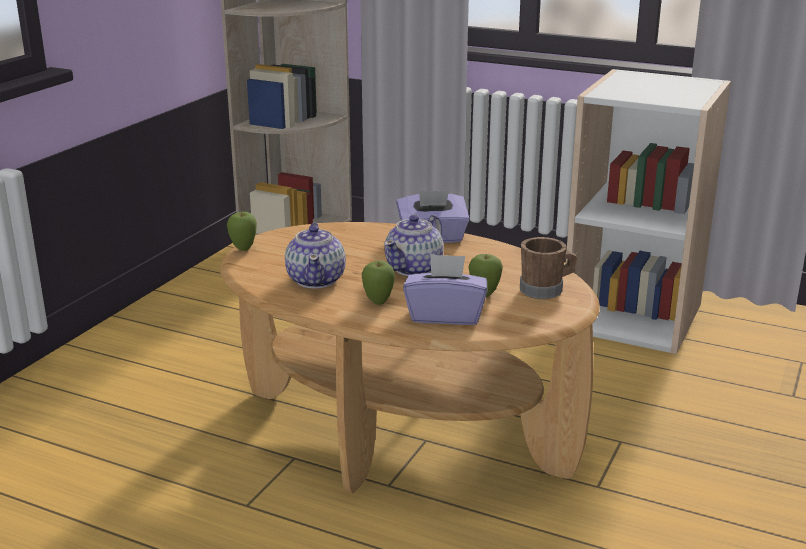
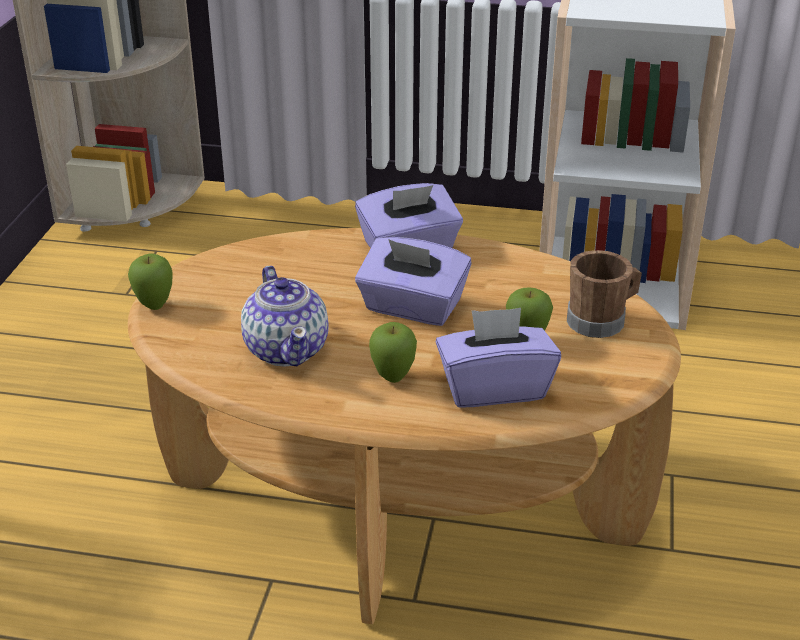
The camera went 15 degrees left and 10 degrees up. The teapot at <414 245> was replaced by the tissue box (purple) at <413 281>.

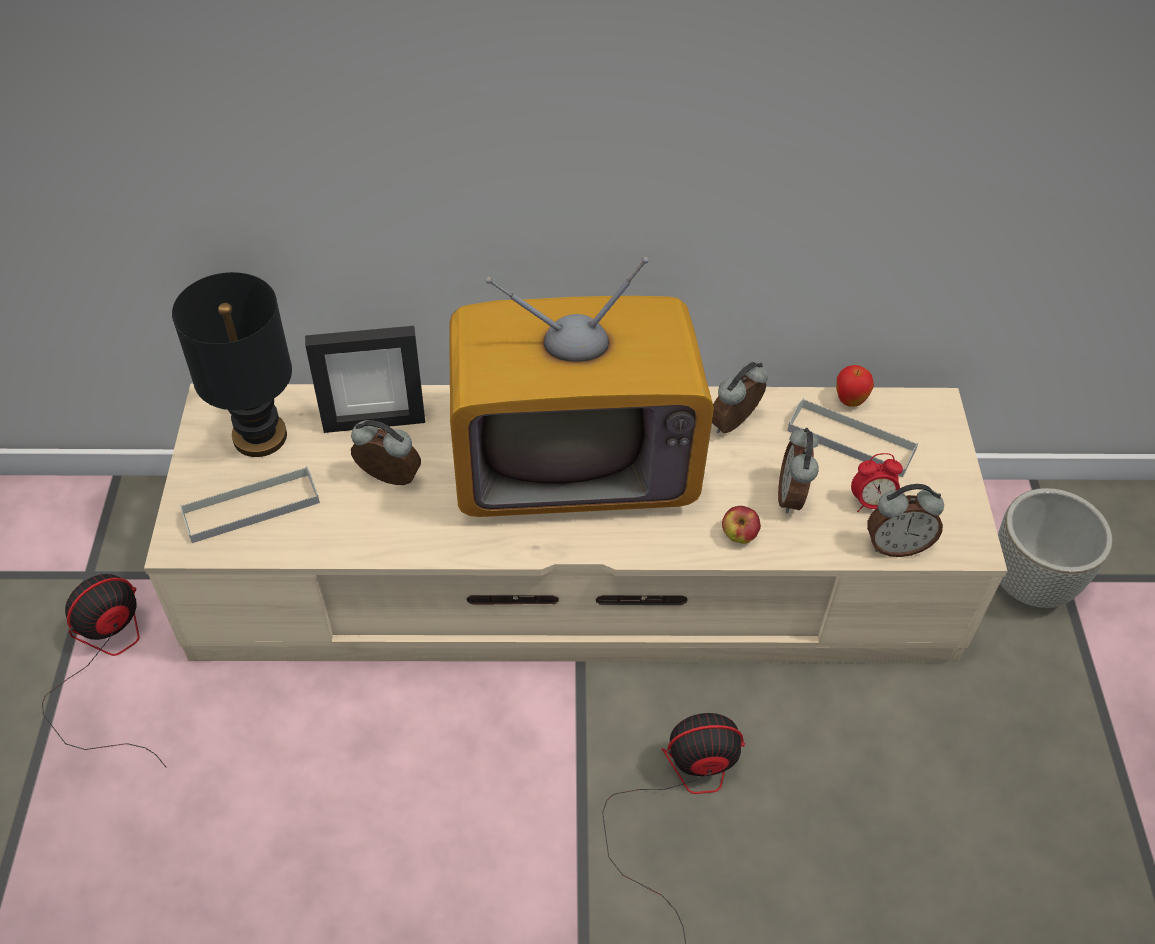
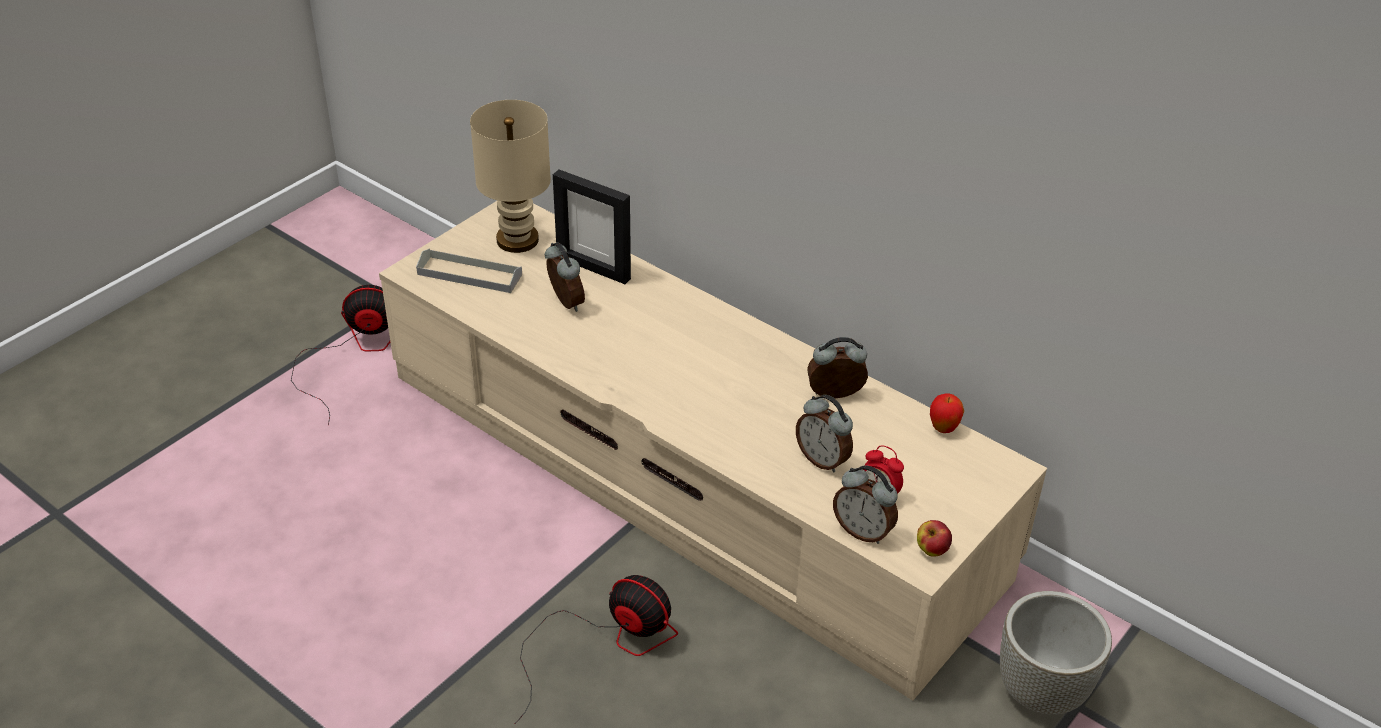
The camera went 40 degrees right and 10 degrees down. The table lamp (black) at <232 364> became the table lamp (beige) at <510 176>. The alarm clock at <798 470> turned 90 degrees counterclockwise. The apple moved from <741 525> to <934 538>. The television at <581 387> disappeared. The tray (grey) at <852 437> disappeared.

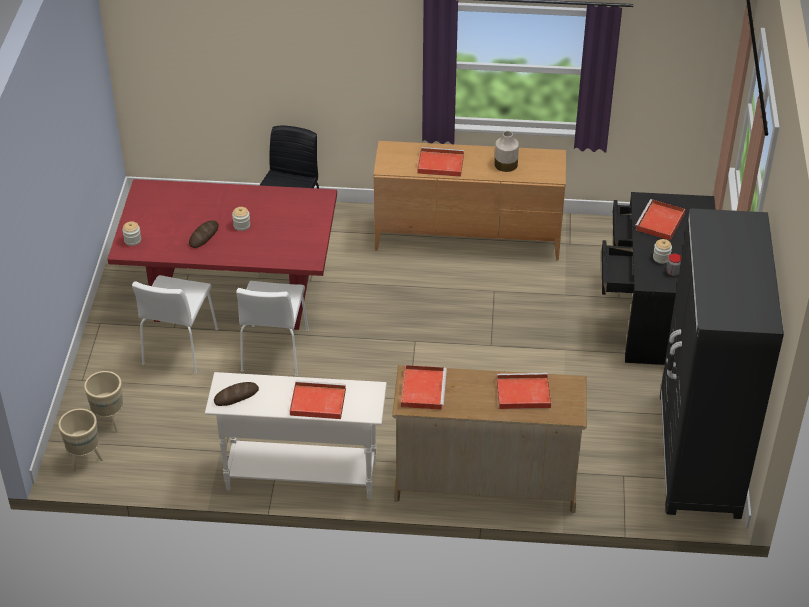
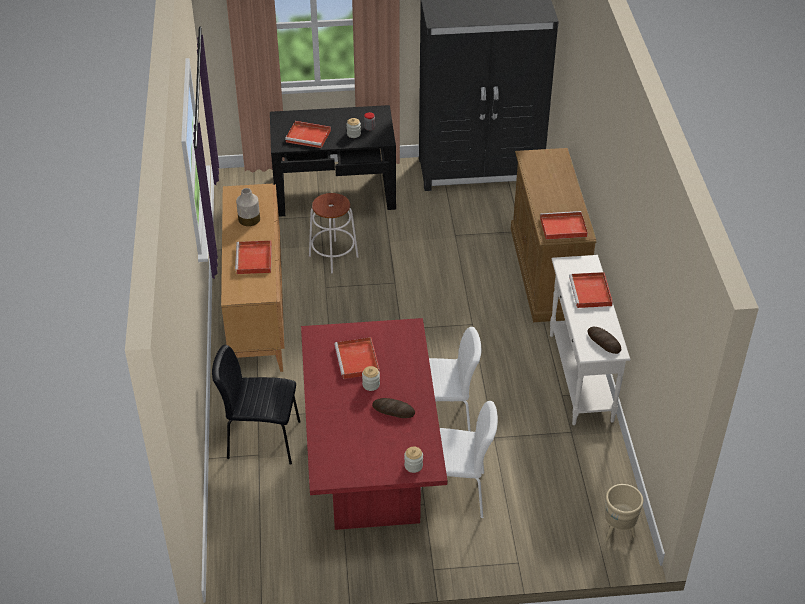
The camera went 100 degrees left and 0 degrees up. The stool (white) at <334 233> appeared. The tray (red) moved from <524 391> to <357 358>. The planter (beige) at <103 402> disappeared.

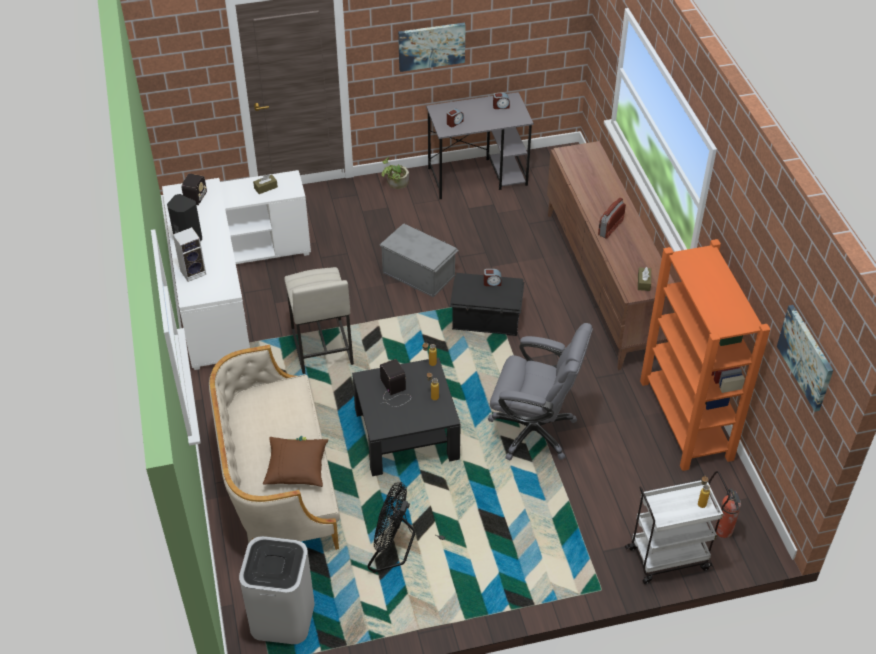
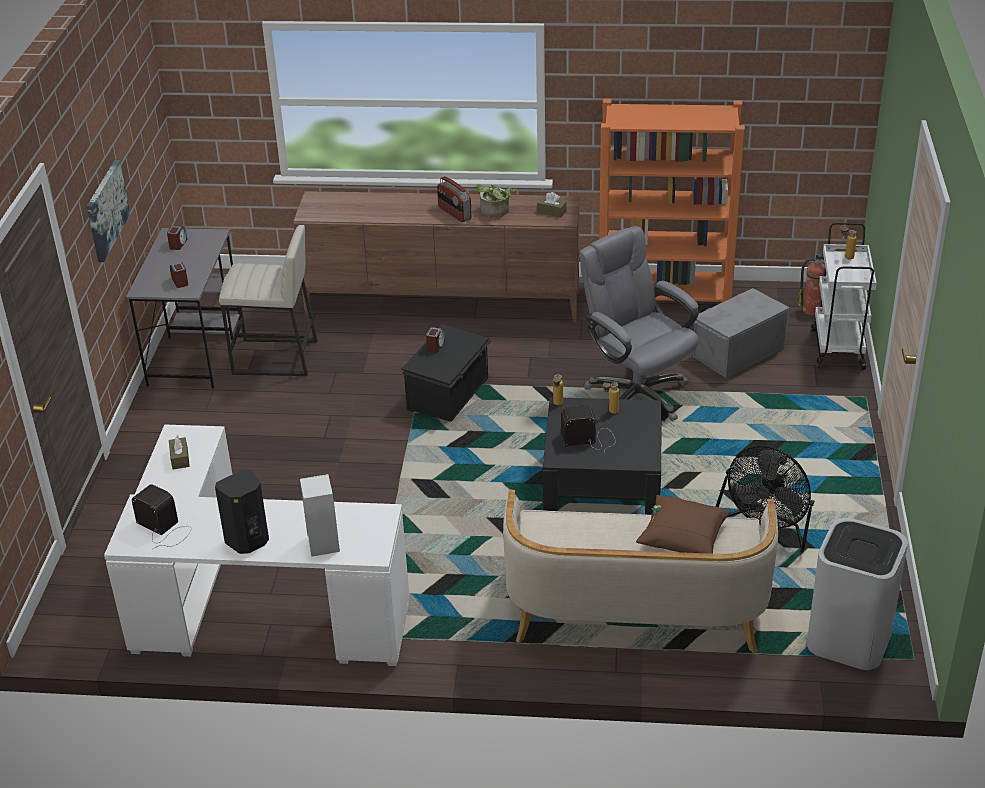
The camera went 70 degrees left and 10 degrees down. The stool (beige) moved from <319 320> to <268 300>. The potted plant moved from <395 173> to <495 201>. The office chair (grey) at <540 392> turned 75 degrees counterclockwise. The storage box (grey) moved from <419 260> to <741 333>. The picture at <805 358> disappeared.

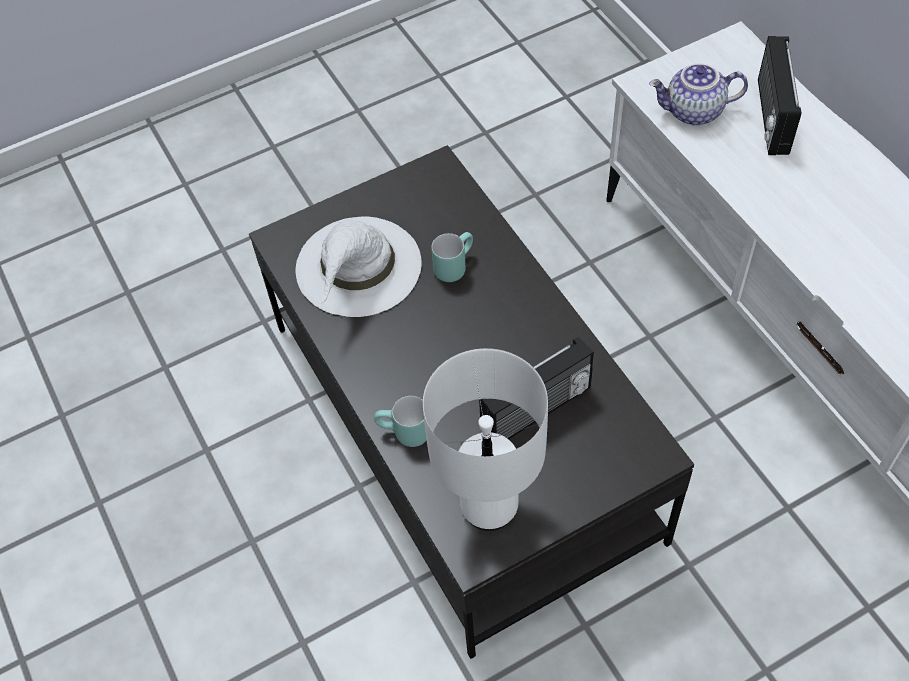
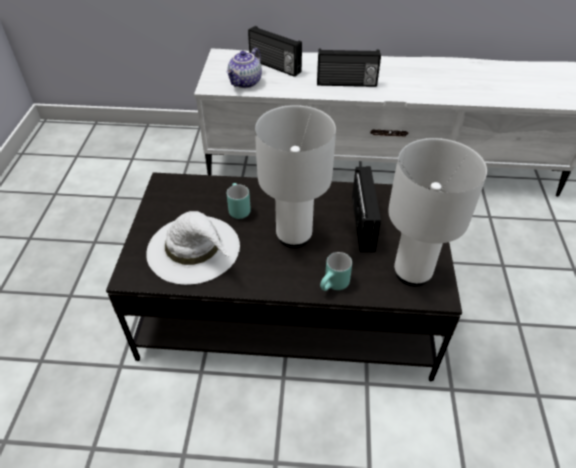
The camera went 60 degrees left and 10 degrees down. The table lamp (white) at <295 176> appeared. The radio at <349 67> appeared.

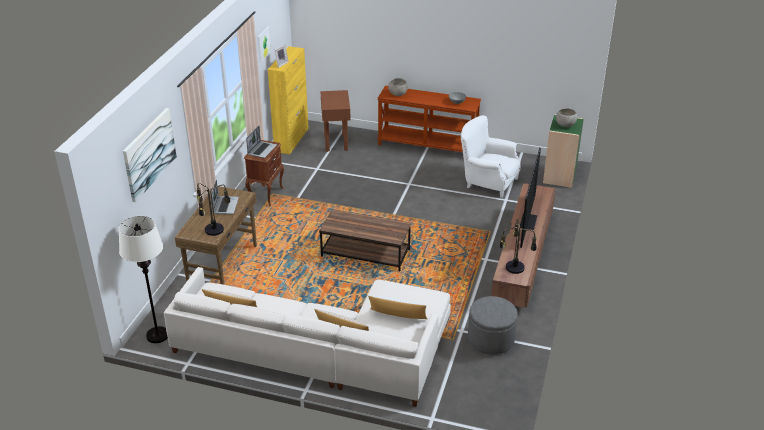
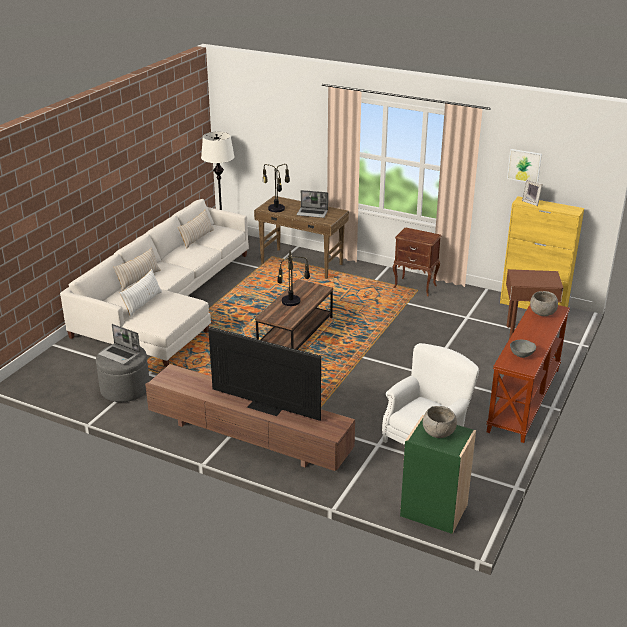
The camera went 100 degrees right and 5 degrees down. The laptop moved from <261 142> to <119 344>. The table lamp moved from <518 246> to <293 278>. The picture at <150 155> disappeared.

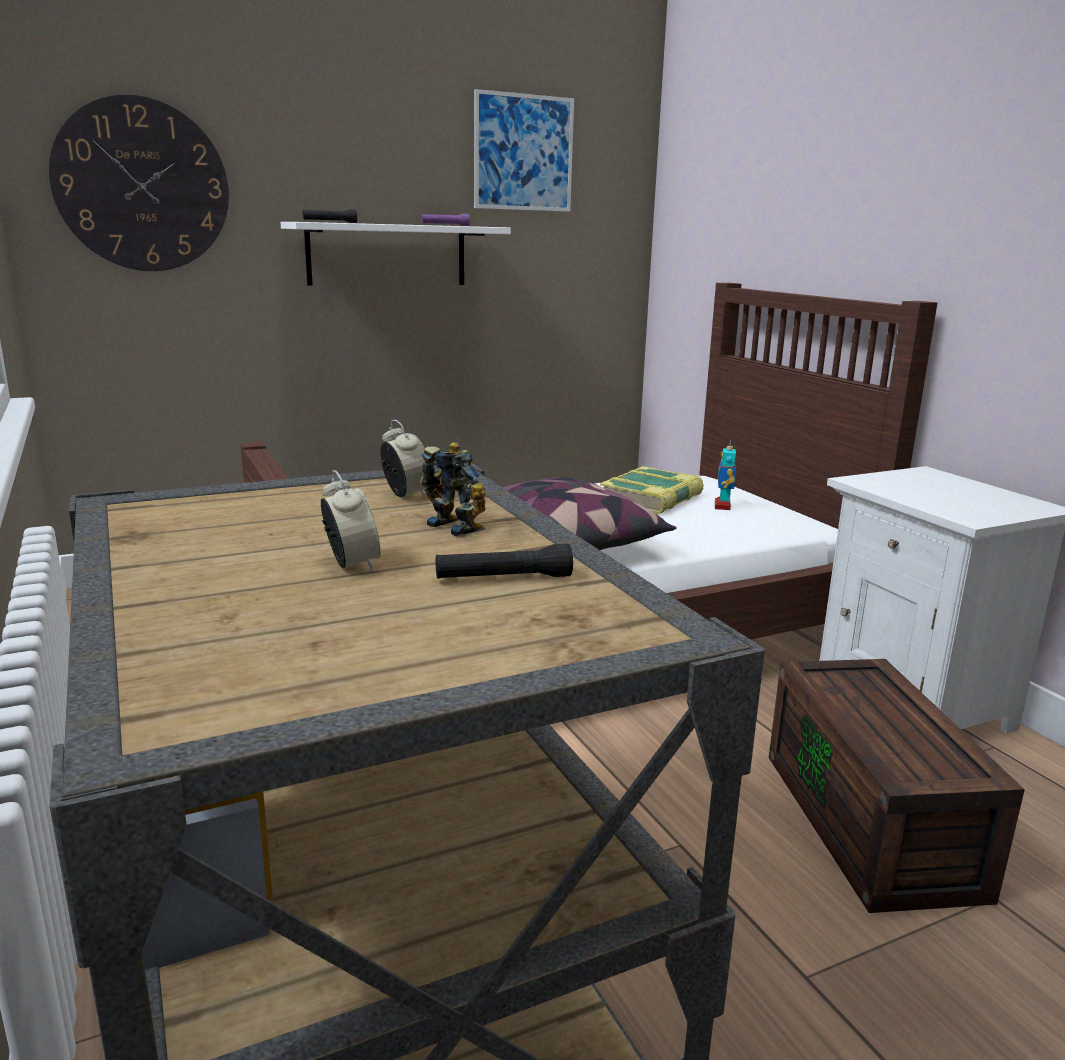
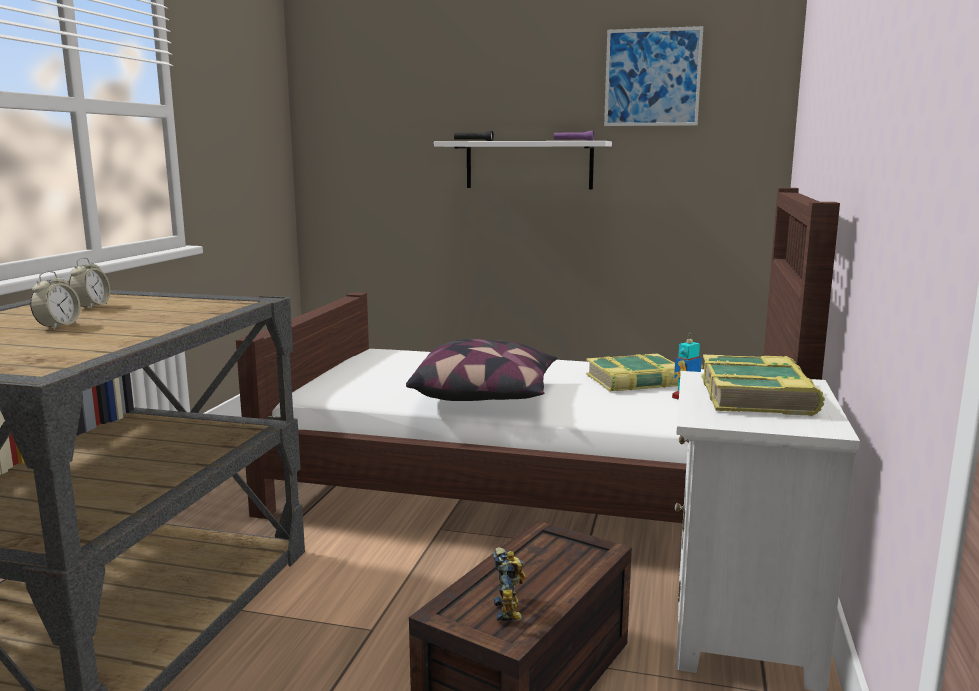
The camera went 40 degrees right and 5 degrees down. The alarm clock moved from <403 459> to <89 283>. The toy robot moved from <453 489> to <509 584>. The book at <763 385> appeared. The wall clock at <139 182> disappeared. The flashlight (black) at <504 561> disappeared.

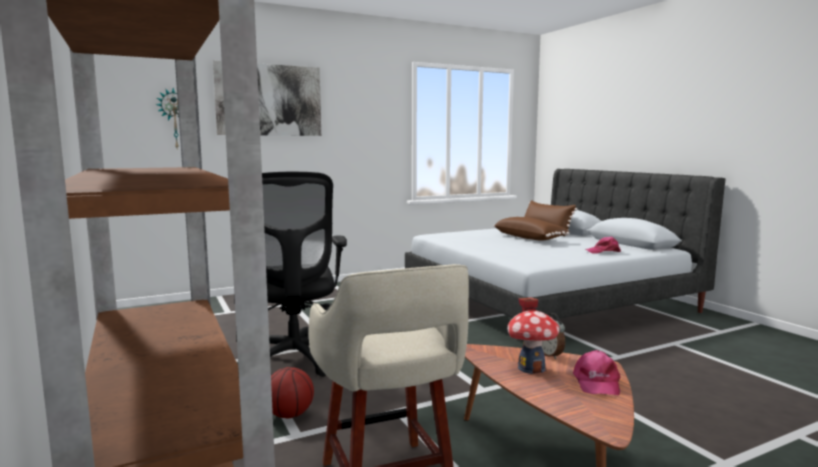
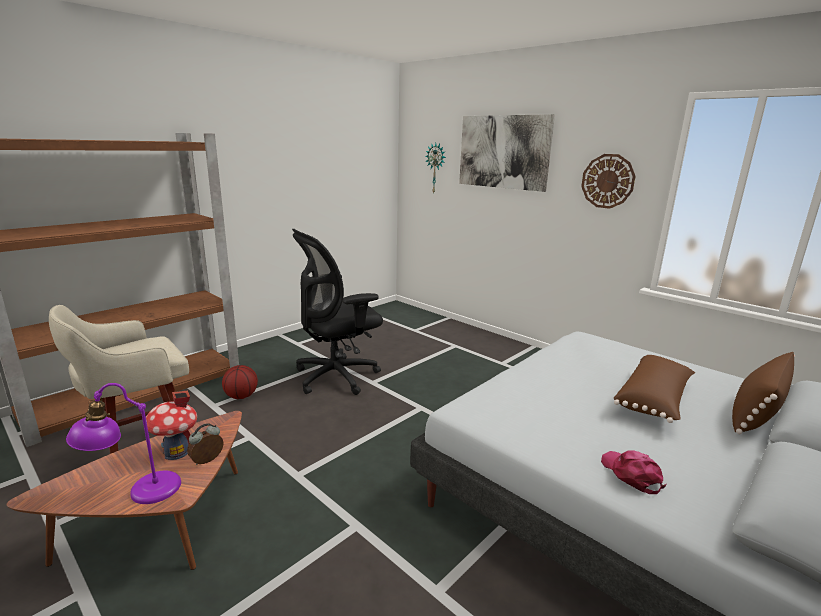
The camera went 70 degrees right and 10 degrees up. The cap (pink) at <596 372> was replaced by the table lamp (purple) at <123 443>. The wall clock at <608 181> appeared.

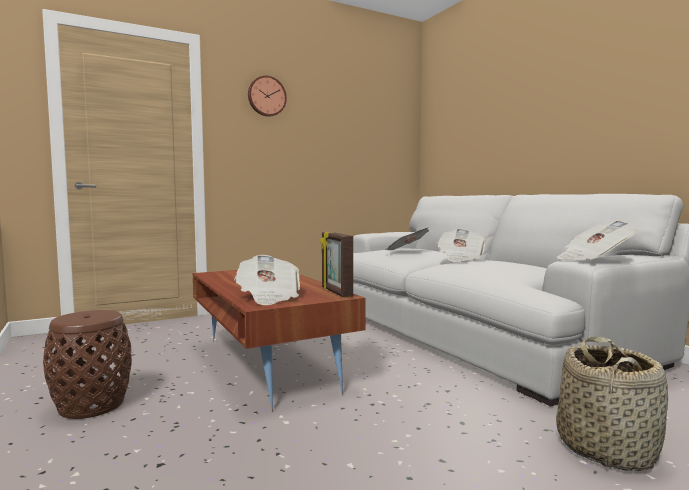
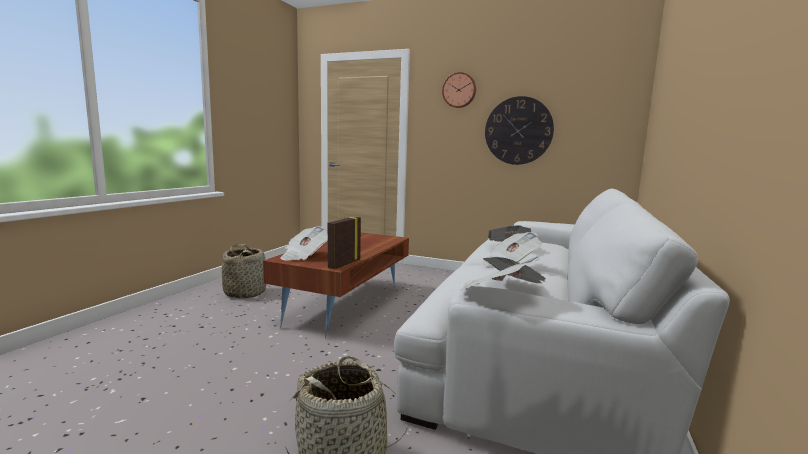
The camera went 50 degrees right and 5 degrees up. The stool (brown) at <87 364> was replaced by the basket at <244 271>. The newspaper at <514 270> appeared. The wall clock at <519 130> appeared.

